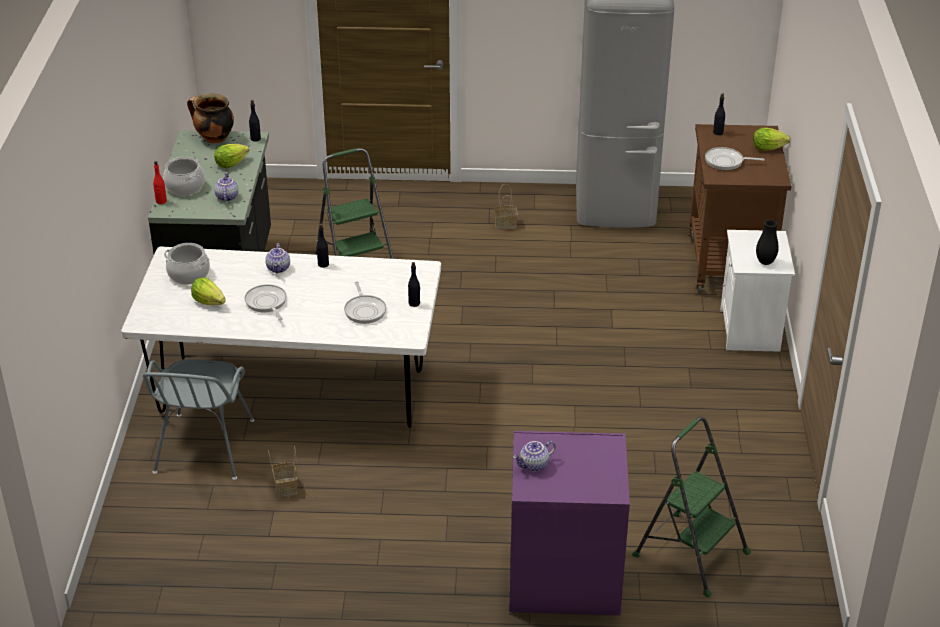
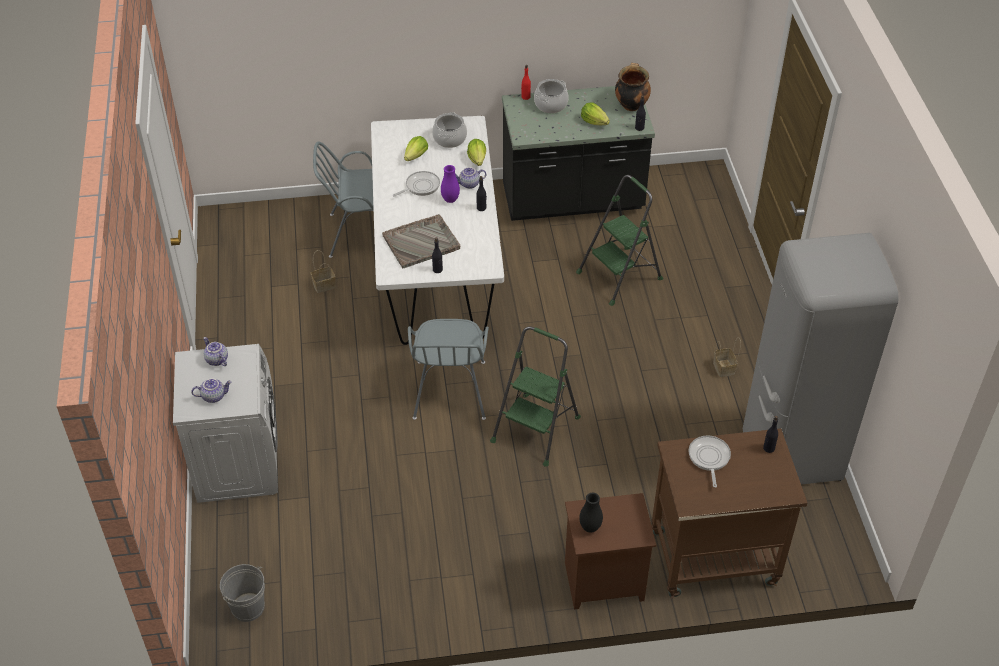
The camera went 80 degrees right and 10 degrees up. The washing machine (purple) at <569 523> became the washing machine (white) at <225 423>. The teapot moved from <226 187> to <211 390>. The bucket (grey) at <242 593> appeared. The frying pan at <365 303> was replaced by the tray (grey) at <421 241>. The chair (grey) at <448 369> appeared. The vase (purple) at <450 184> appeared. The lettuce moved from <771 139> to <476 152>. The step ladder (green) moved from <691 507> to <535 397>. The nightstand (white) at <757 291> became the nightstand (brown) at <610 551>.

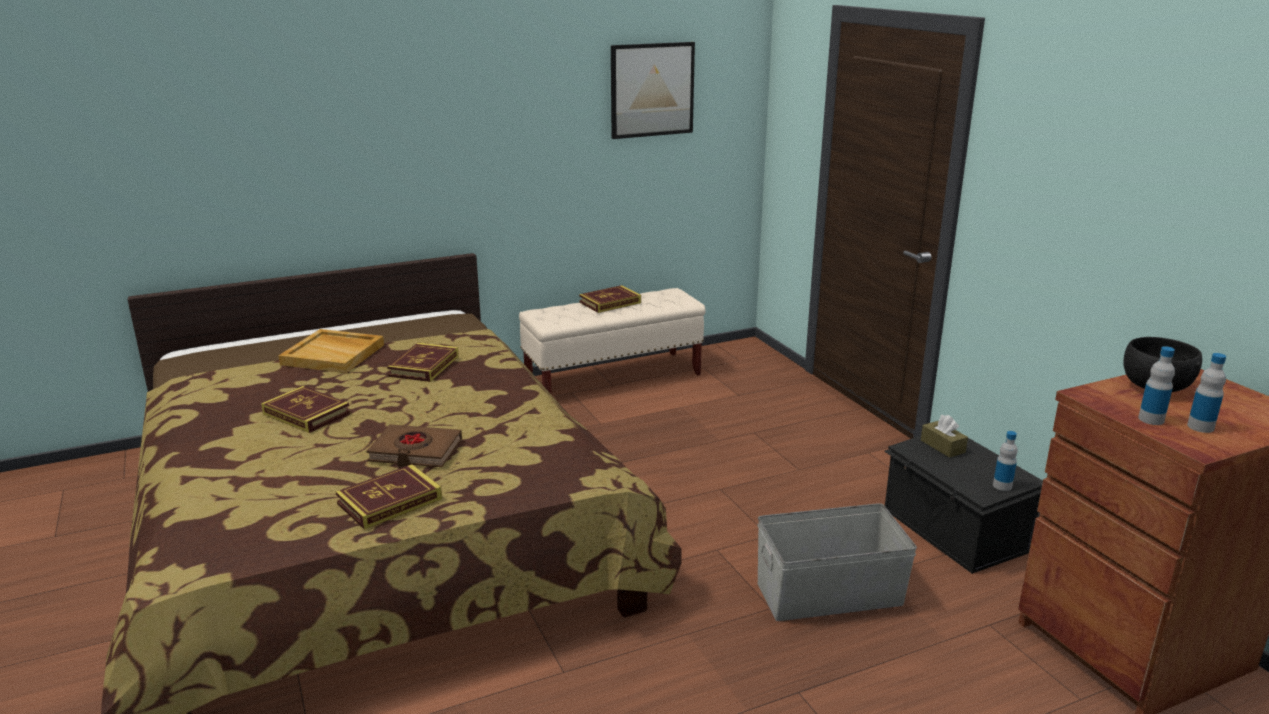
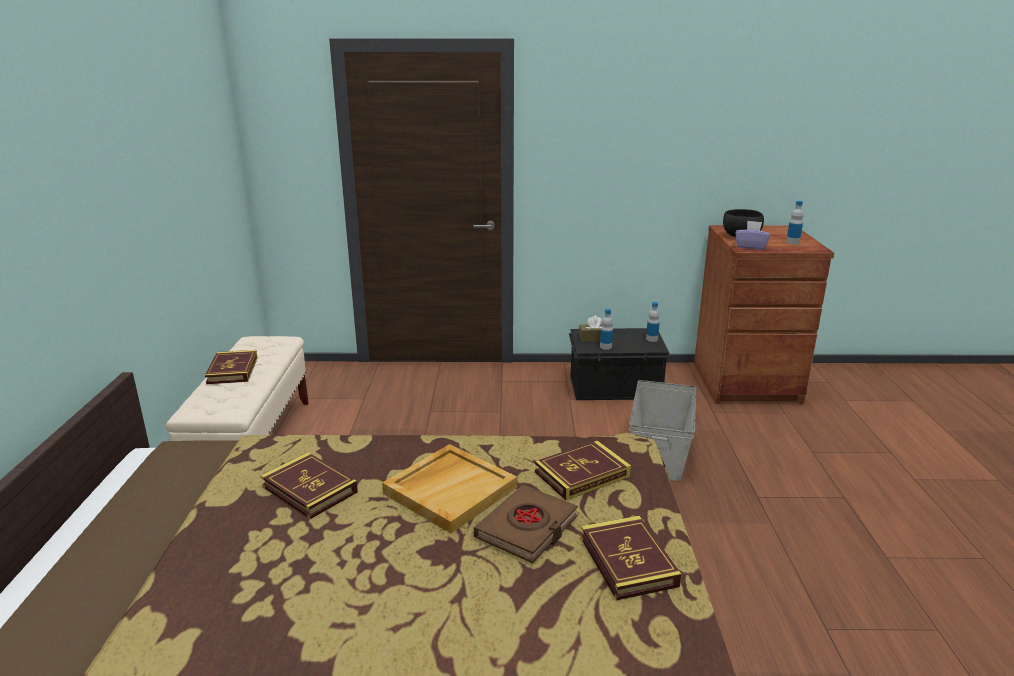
The camera went 65 degrees left and 0 degrees up. The tray (beige) moved from <331 351> to <449 488>. The book moved from <305 409> to <583 470>. The bottle moved from <1156 385> to <606 329>. The tissue box (purple) at <752 235> appeared. The picture at <653 90> disappeared.

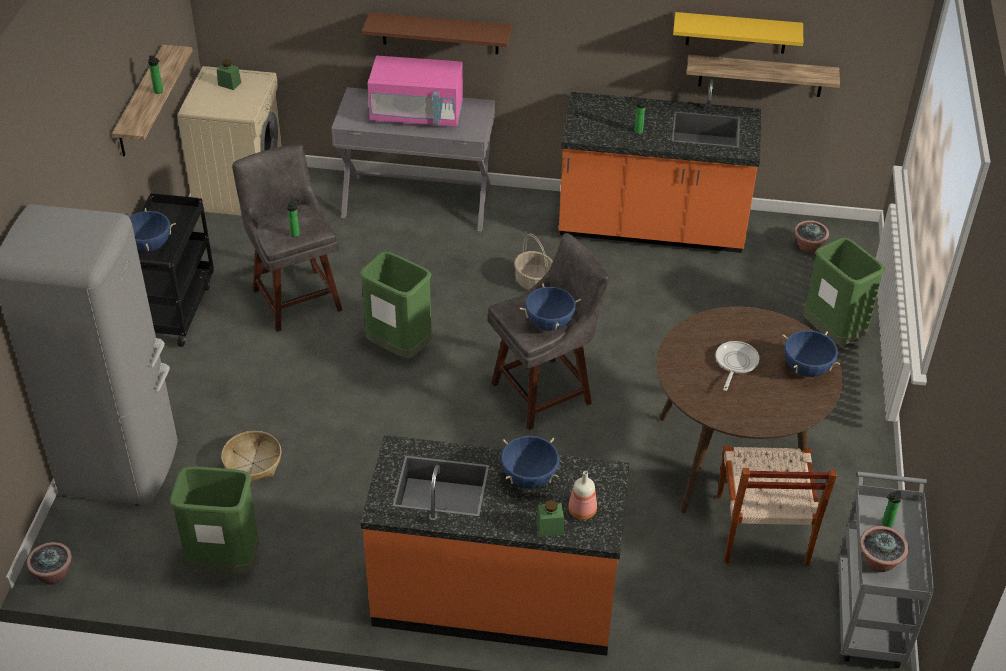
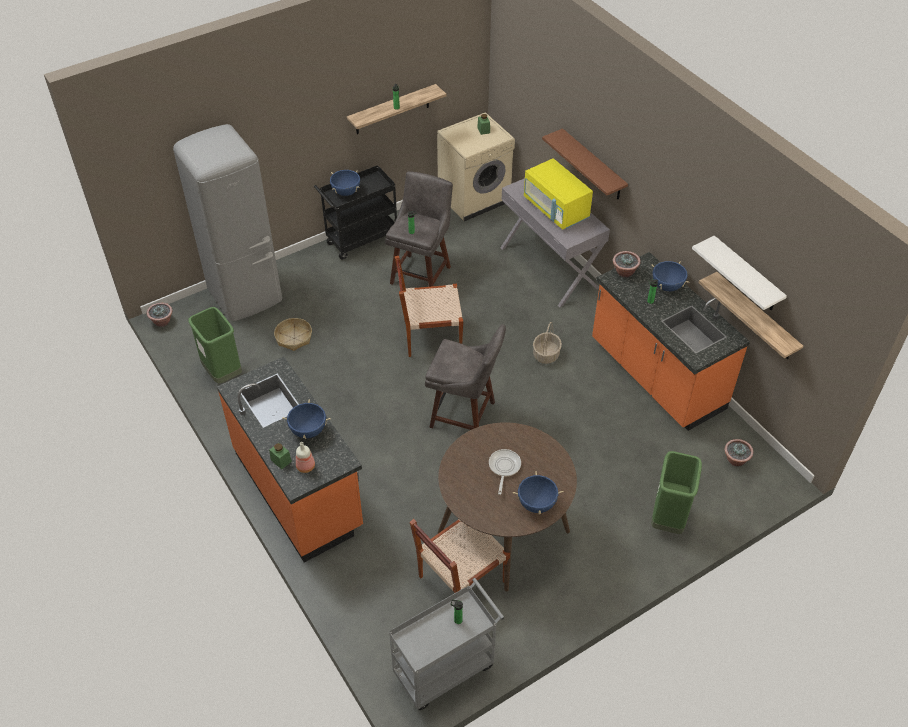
The camera went 50 degrees right and 5 degrees up. The trash can (green) at <395 305> was replaced by the chair at <429 306>. The frying pan at <737 366> turned 60 degrees counterclockwise. The microwave (pink) at <415 91> became the microwave (yellow) at <558 194>. The potted plant moved from <884 549> to <627 264>. The cooking pot (blue) moved from <550 307> to <670 276>. The shelf (yellow) at <738 33> became the shelf (white) at <739 273>.

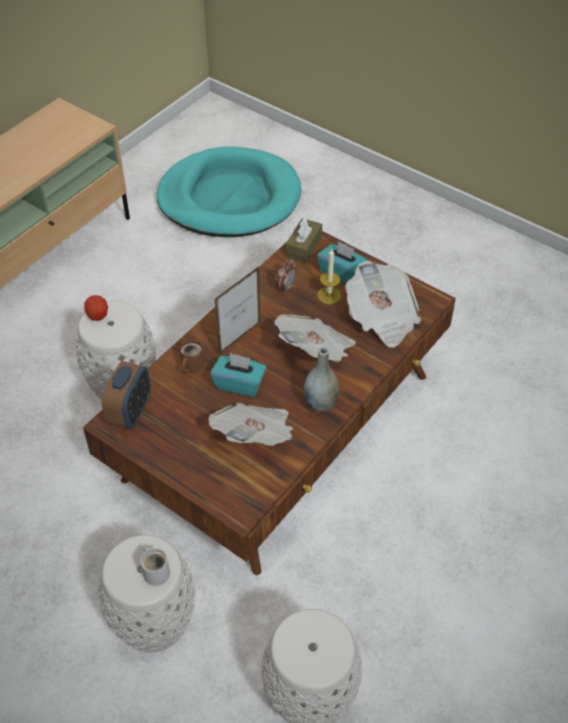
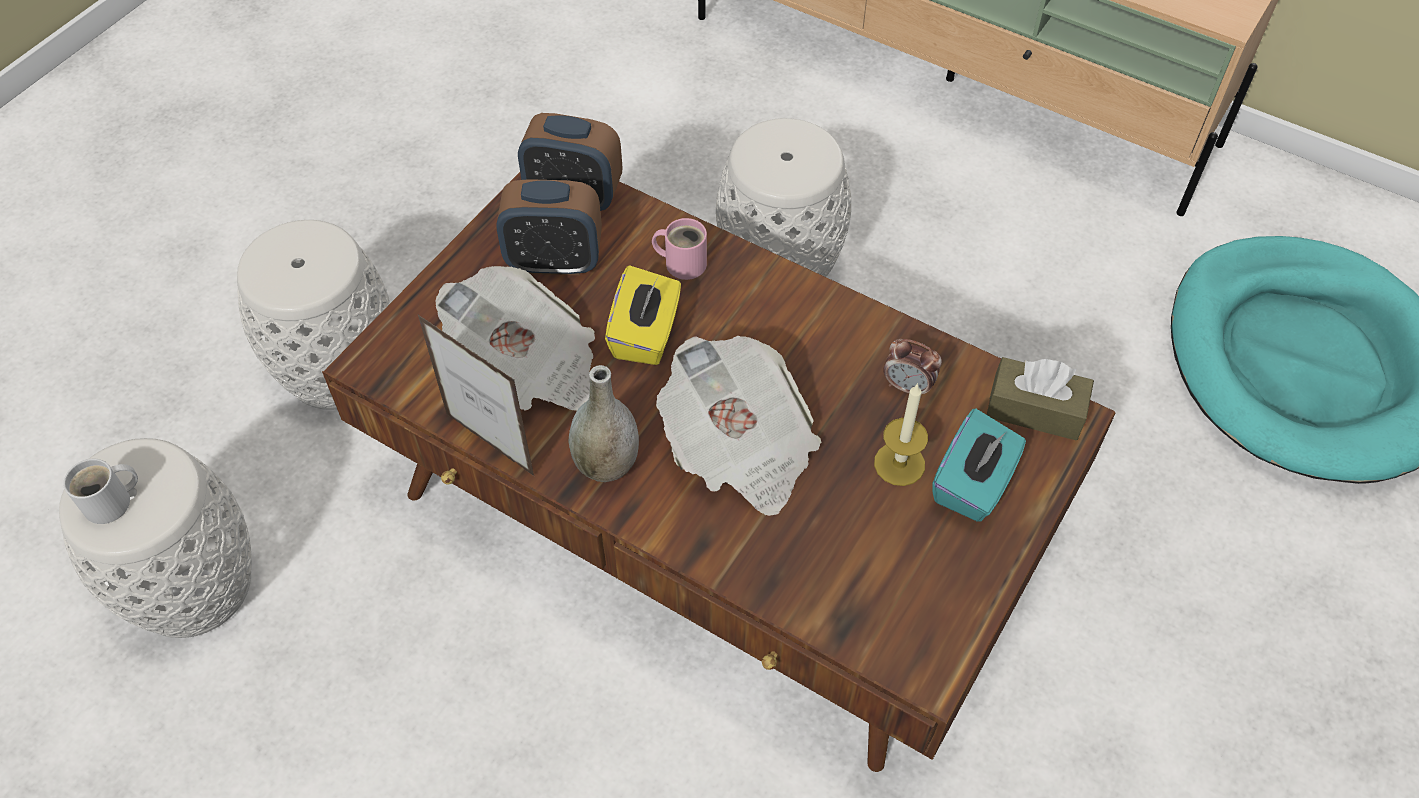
The camera went 85 degrees right and 5 degrees up. The mug (white) moved from <155 566> to <100 491>. The picture frame moved from <237 310> to <476 396>. The alarm clock at <549 227> appeared. The tissue box (turquoise) at <238 375> became the tissue box (yellow) at <643 315>. The mug (brown) at <192 356> became the mug (pink) at <679 249>. The apple at <96 308> disappeared. The newspaper at <383 304> disappeared.

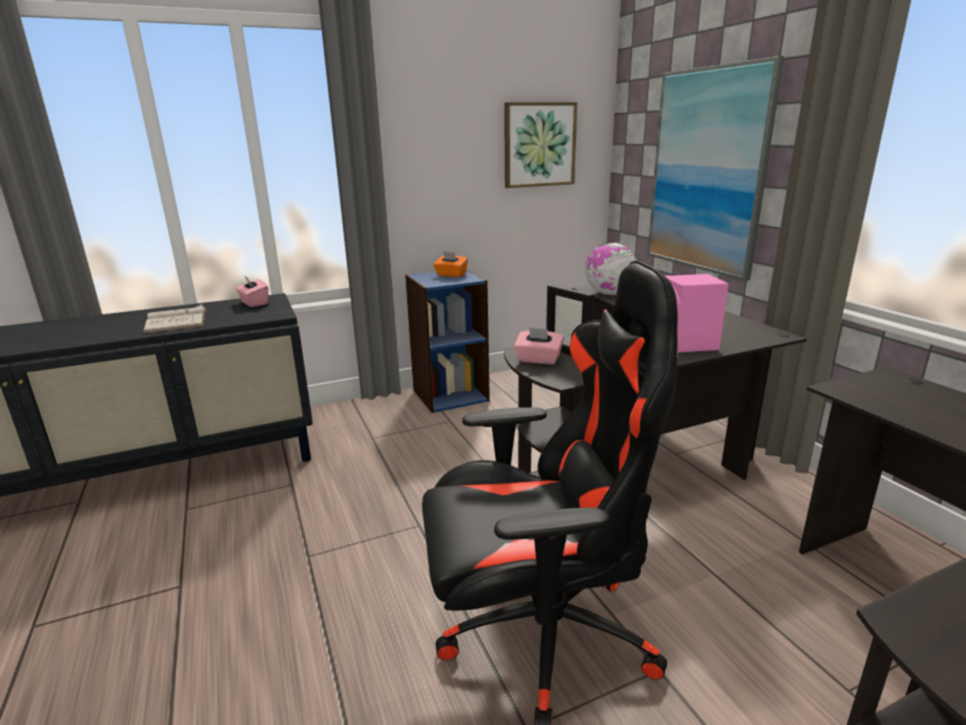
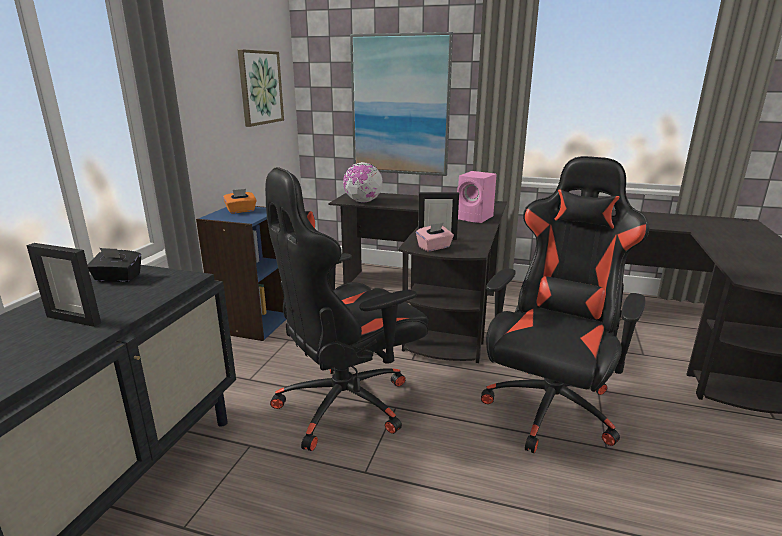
The camera went 50 degrees left and 0 degrees up. The book (white) at <174 319> was replaced by the picture frame at <63 285>. The tissue box (pink) at <252 291> became the tissue box (black) at <114 265>. The office chair (black) at <346 309> appeared.

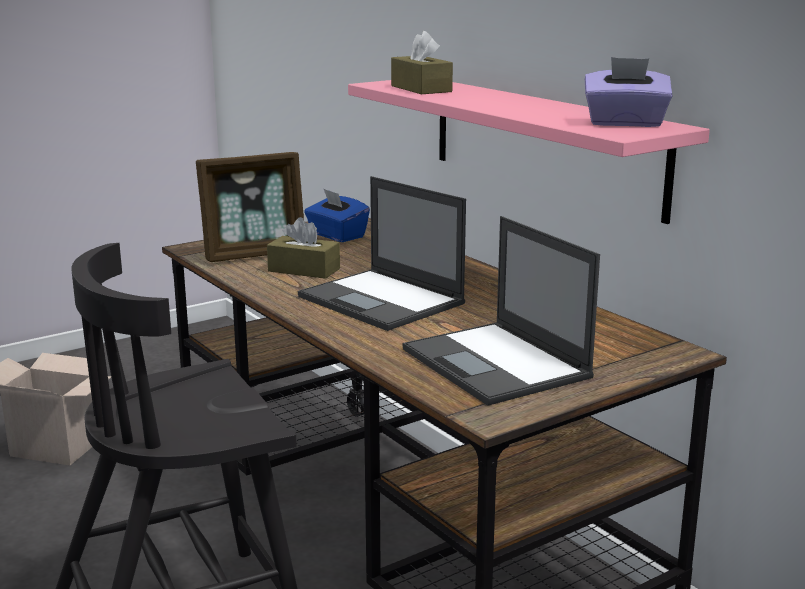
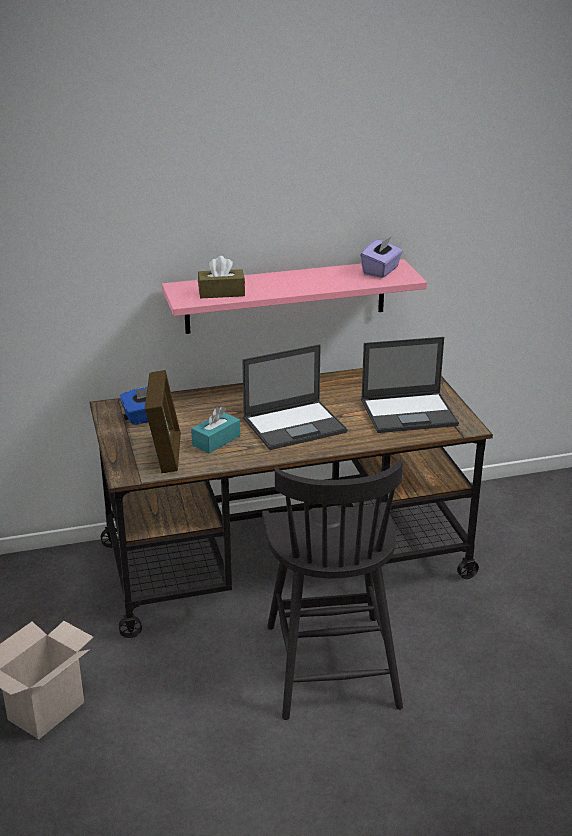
The camera went 70 degrees left and 10 degrees up. The tissue box (brown) at <303 248> became the tissue box (turquoise) at <215 430>.

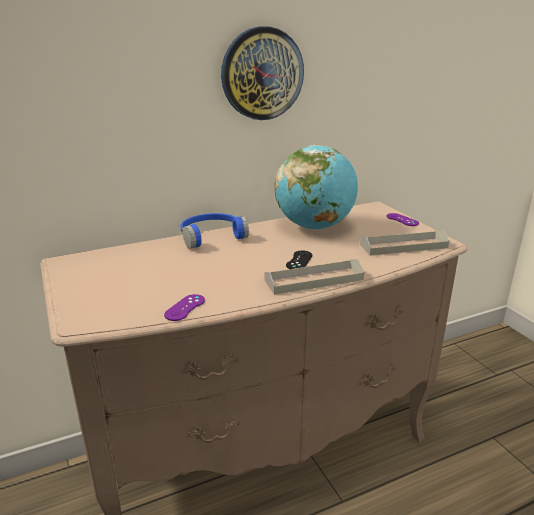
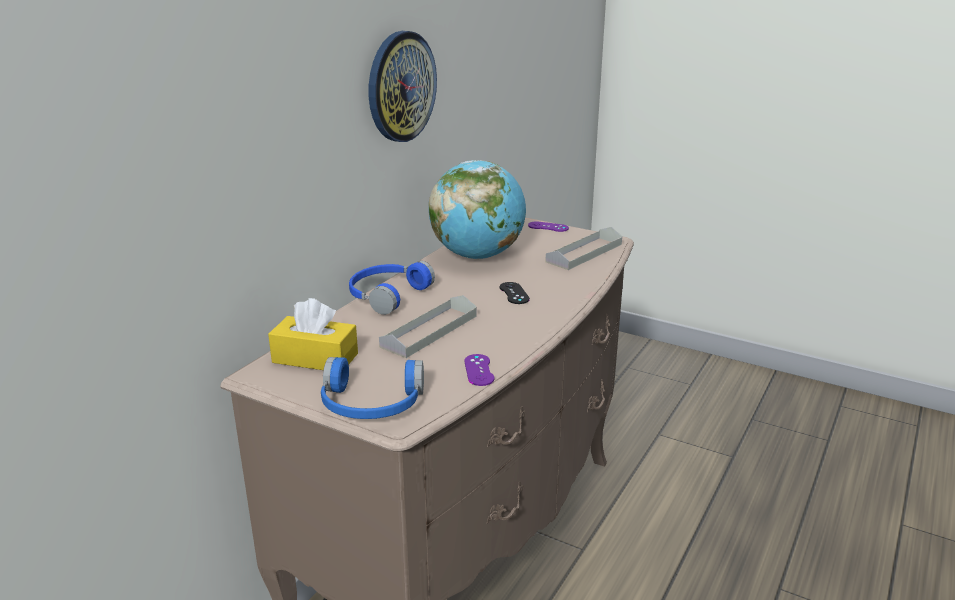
The camera went 35 degrees left and 0 degrees up. The tissue box (yellow) at <313 334> appeared. The headphones (blue) at <372 388> appeared. The tray (grey) moved from <314 277> to <428 326>.

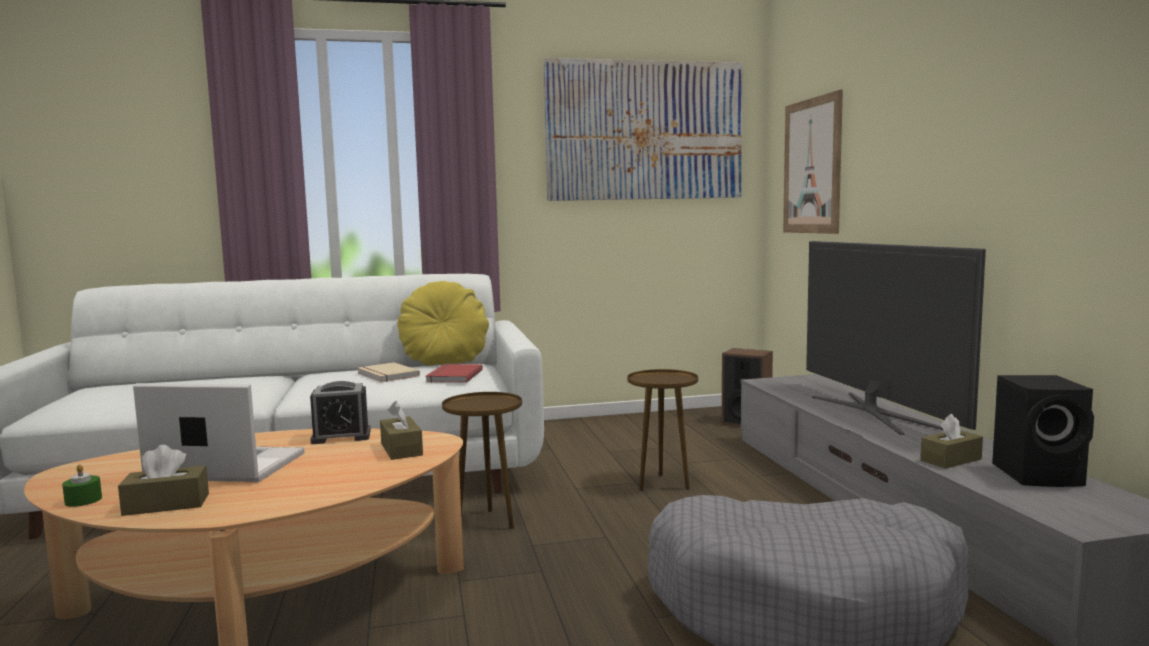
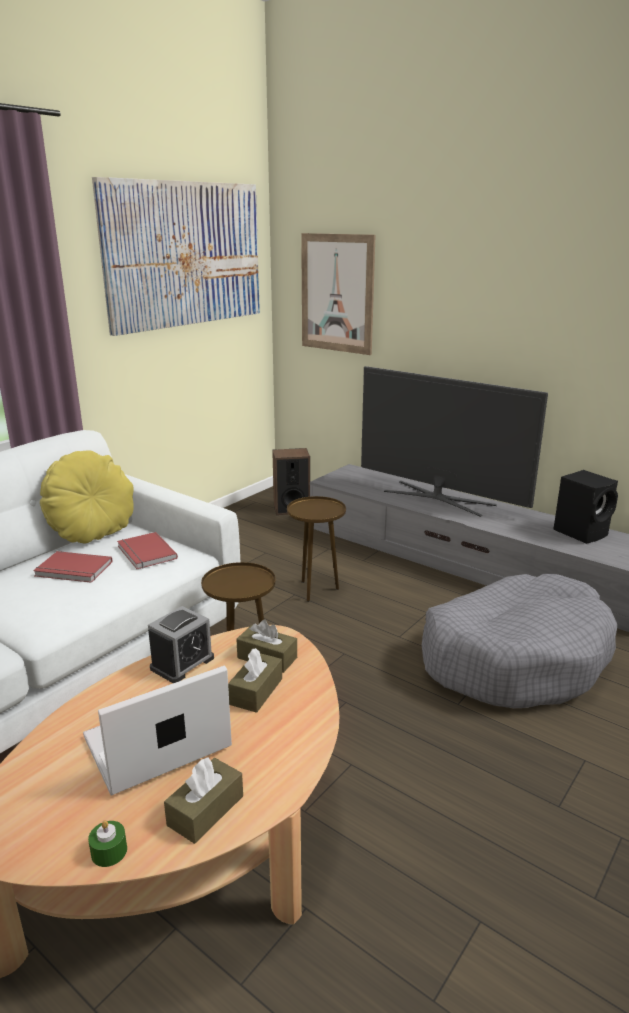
The camera went 40 degrees left and 15 degrees up. The book (beige) at <389 372> became the book (red) at <72 567>. The tissue box (brown) moved from <951 441> to <255 680>.

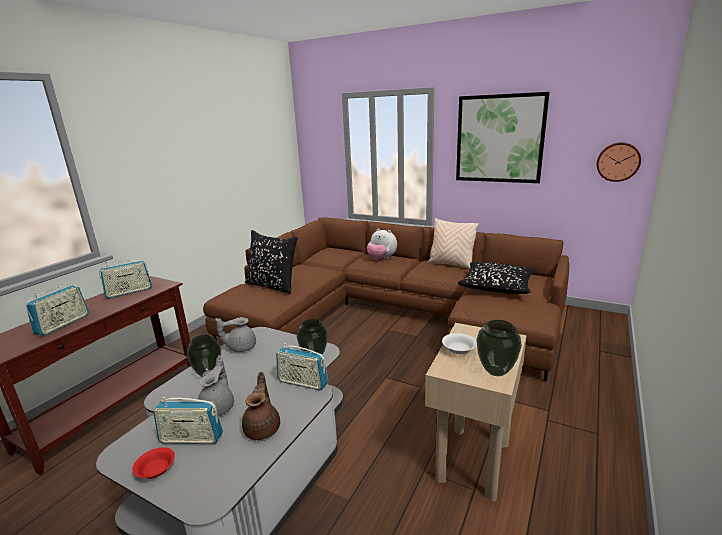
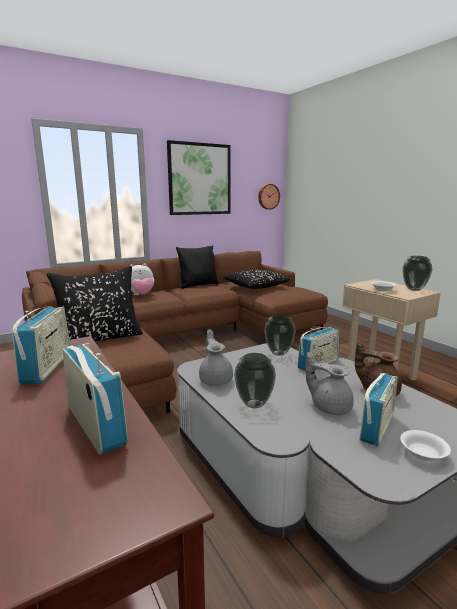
The camera went 60 degrees left and 5 degrees down. The pillow (beige) at <453 243> became the pillow (black) at <197 267>. The teapot (grey) at <235 334> turned 150 degrees clockwise. The bowl (red) at <153 463> became the bowl (white) at <425 446>.

